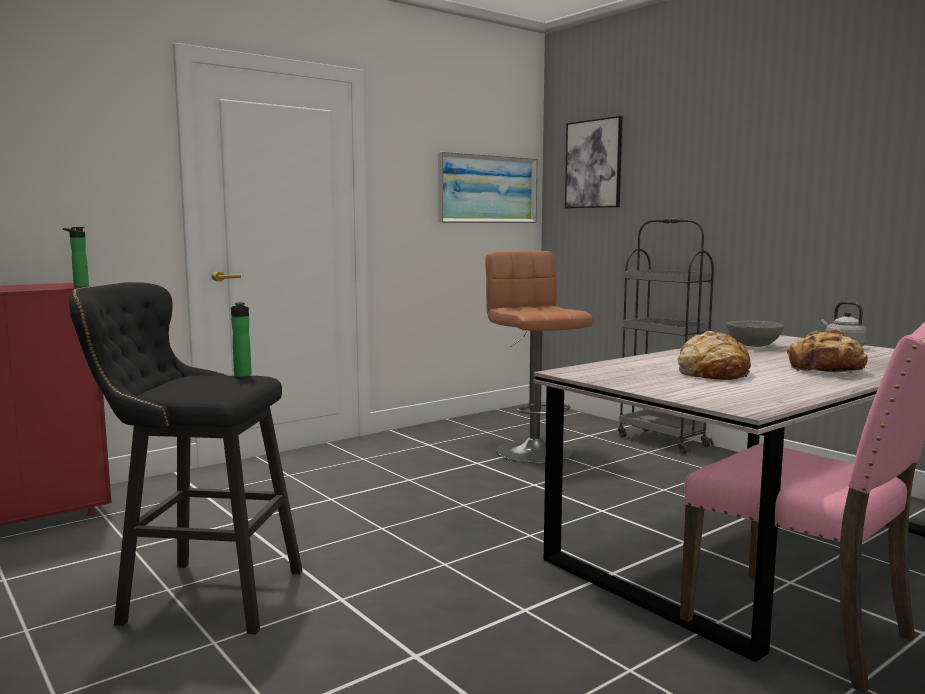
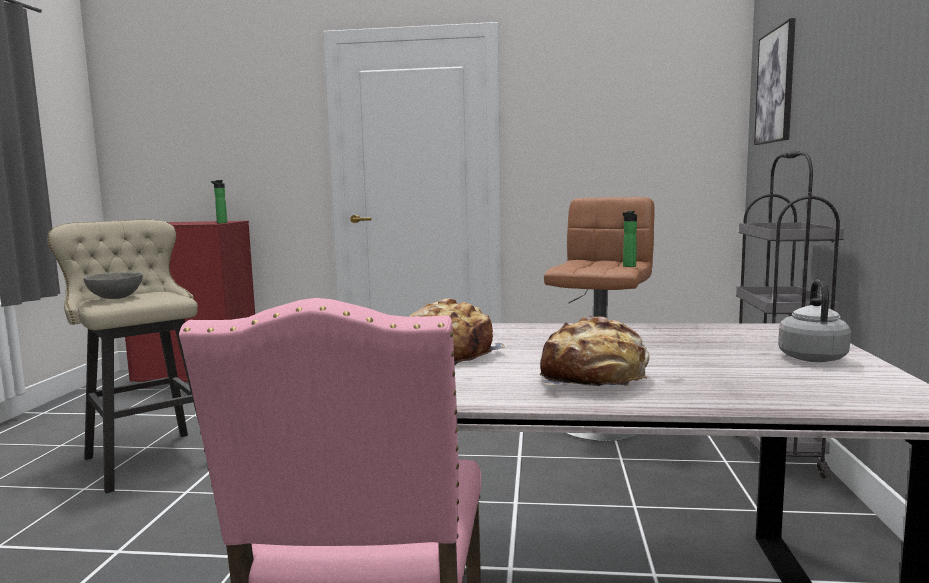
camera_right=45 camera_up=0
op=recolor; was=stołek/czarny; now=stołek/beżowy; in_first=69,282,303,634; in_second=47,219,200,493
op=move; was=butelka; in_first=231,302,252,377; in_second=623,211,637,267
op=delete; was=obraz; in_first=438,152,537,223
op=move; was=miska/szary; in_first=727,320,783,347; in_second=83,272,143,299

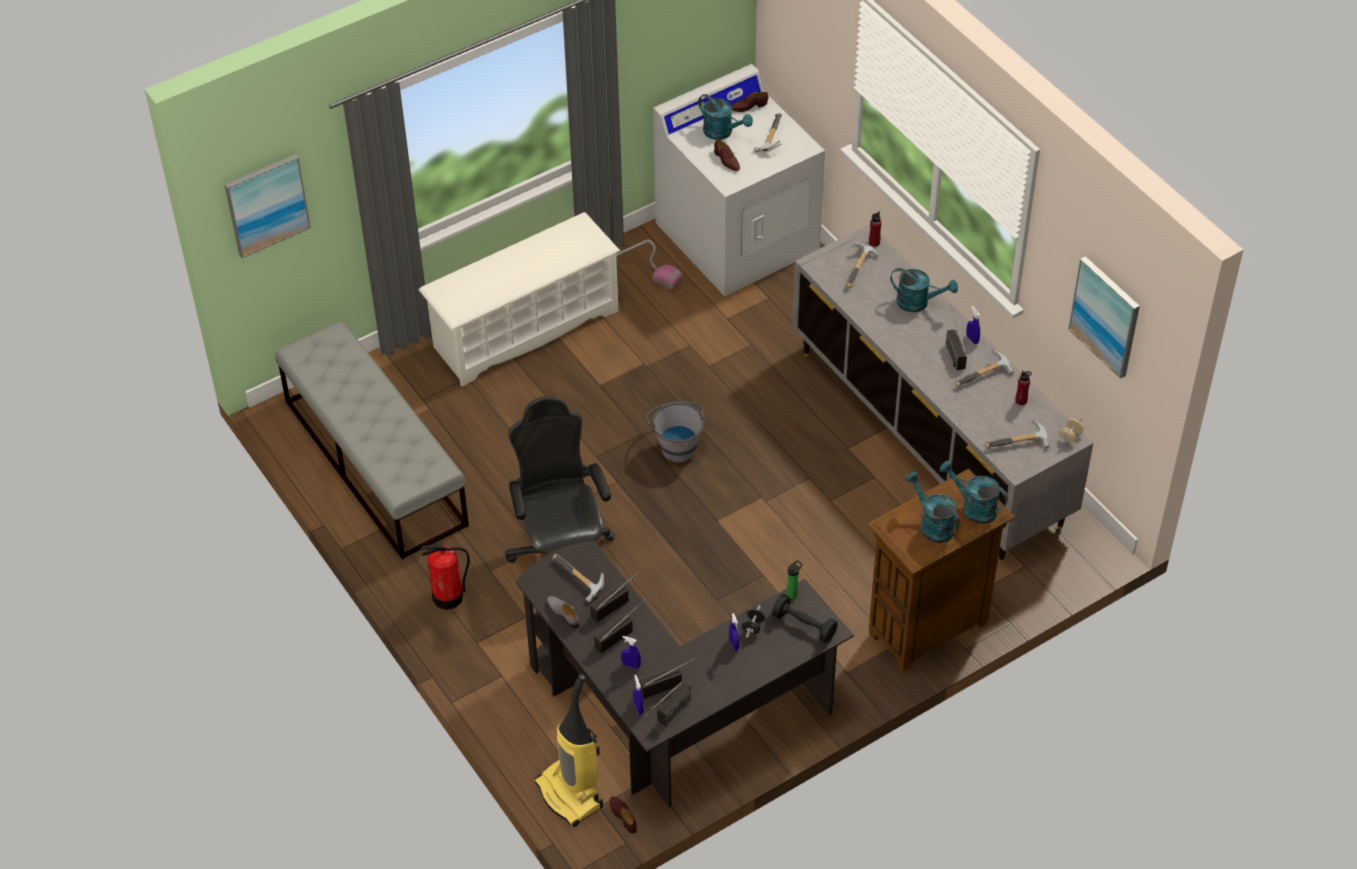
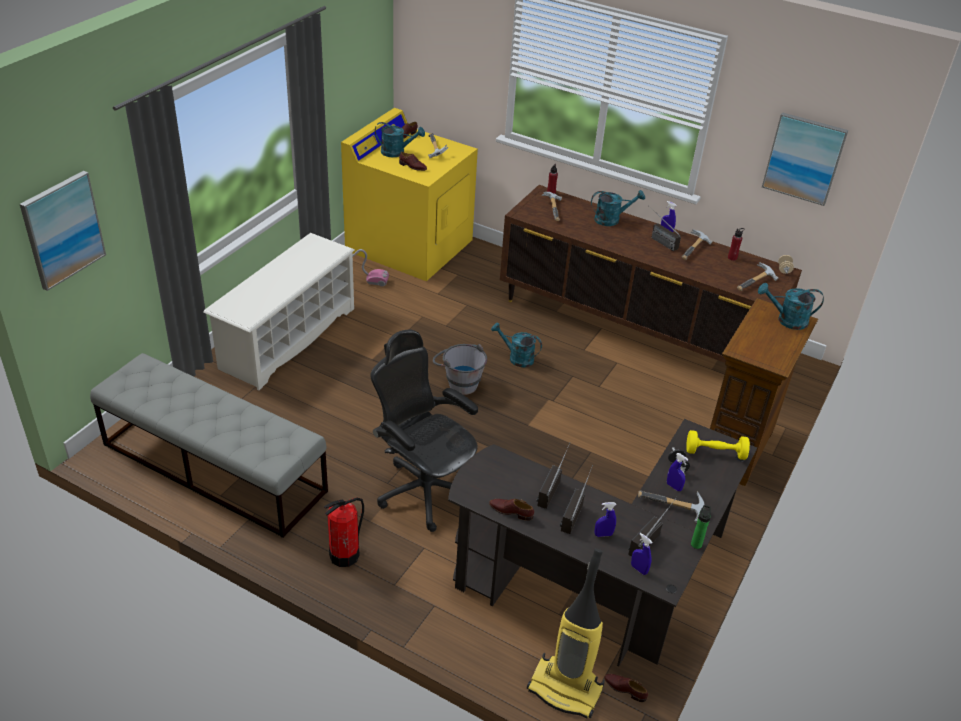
camera_right=-30 camera_up=-10
op=recolor; was=but/szary; now=but/brązowy; in_first=547,596,579,628; in_second=489,499,534,521
op=move; was=młotek; in_first=552,554,604,603; in_second=638,490,705,523
op=delete; was=radio; in_first=644,682,691,726
op=recolor; was=pralka/biały; now=pralka/żółty; in_first=653,64,825,296; in_second=341,108,478,281
op=recolor; was=hantel/czarny; now=hantel/żółty; in_first=772,594,838,643; in_second=686,430,750,460
op=move; was=butelka; in_first=787,560,803,599; in_second=691,505,711,549
op=recolor; was=szafka/szary; now=szafka/brązowy; in_first=792,225,1093,562; in_second=500,185,802,363
op=move; was=konewka/turkusowy; in_first=905,471,960,543; in_second=491,322,542,367

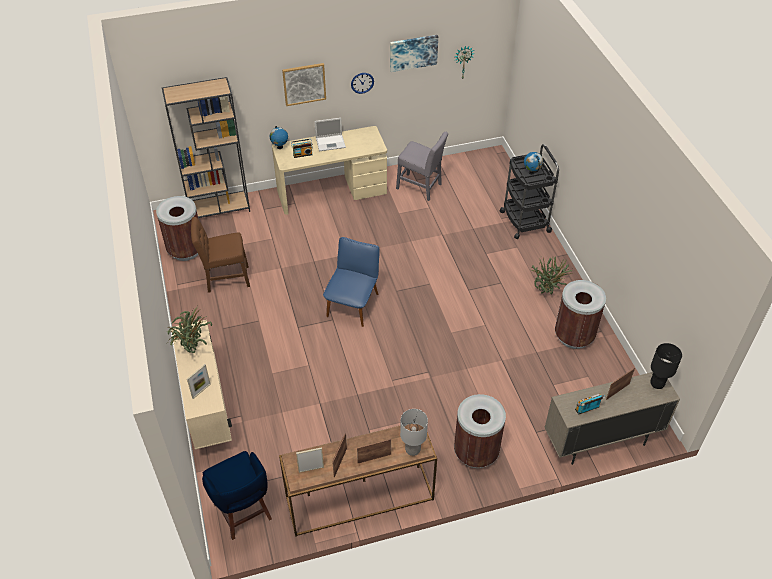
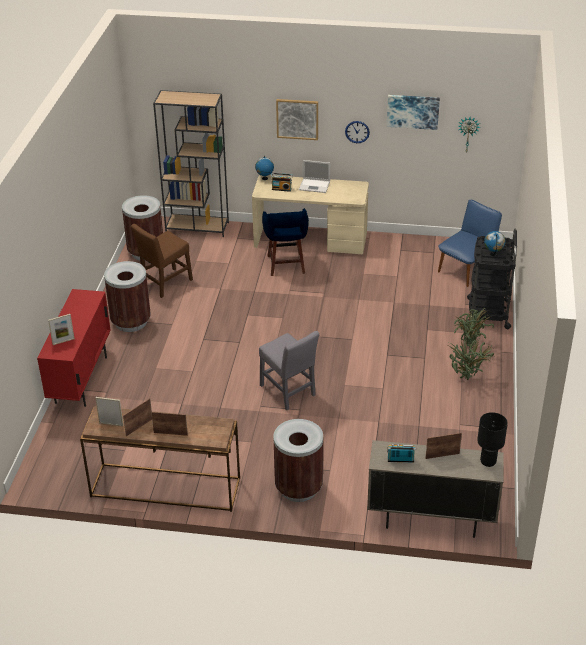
camera_right=25 camera_up=-10
op=move; was=roślina doniczkowa; in_first=166,305,212,353; in_second=453,307,494,348
op=recolor; was=szafka/beżowy; now=szafka/czerwony; in_first=172,320,232,449; in_second=37,289,111,407
op=rotate; was=krzesło/brązowy; in_first=191,217,250,293; in_second=131,224,193,298; clockwise=-60
op=move; was=stołek/niebieski; in_first=202,451,272,540; in_second=262,208,309,276
op=move; was=krzesło/niebieski; in_first=323,237,380,327; in_second=438,200,502,287
op=move; was=krzesło/szary; in_first=396,132,448,201; in_second=259,331,319,410
op=delete; was=lampa stołowa/szary; in_first=400,409,428,456
op=move; was=kosz na śmieci/brązowy; in_first=555,280,606,349; in_second=104,261,151,332

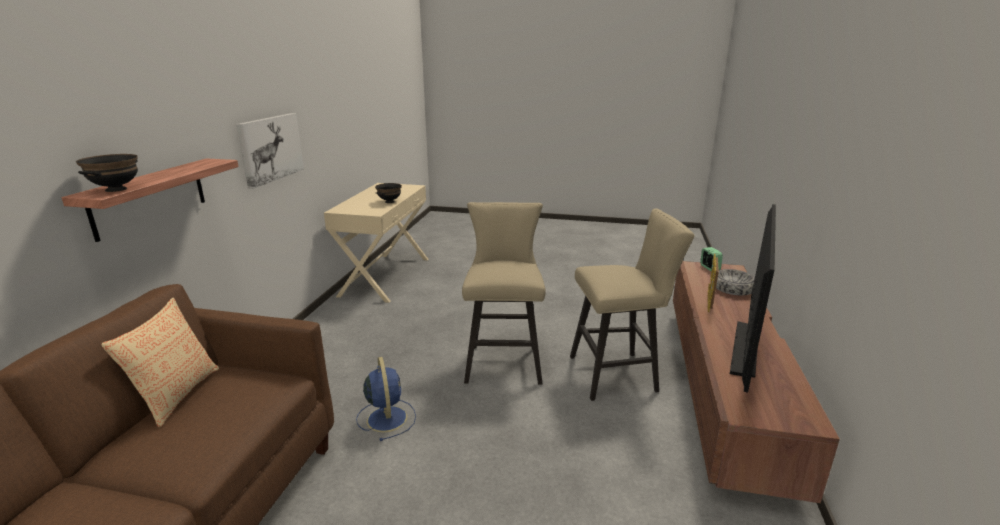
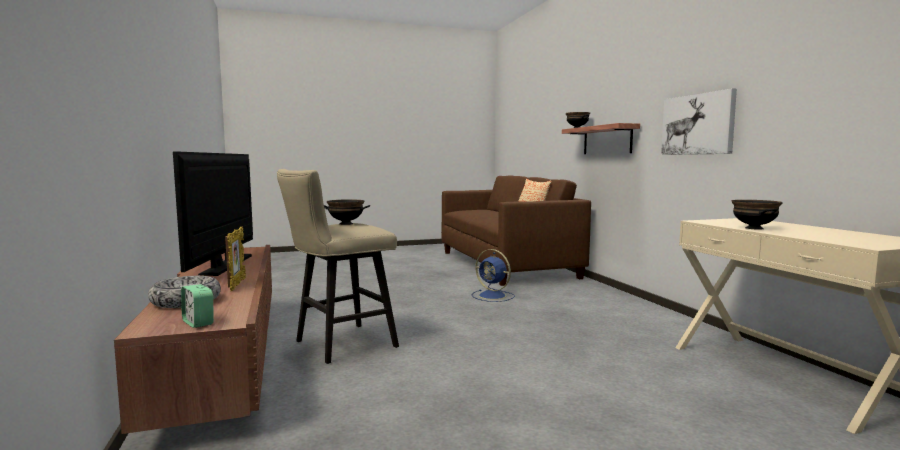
camera_right=150 camera_up=-15
op=delete; was=stołek/beżowy; in_first=462,202,546,385
op=insert; now=miska/czarny; in_second=324,199,370,225

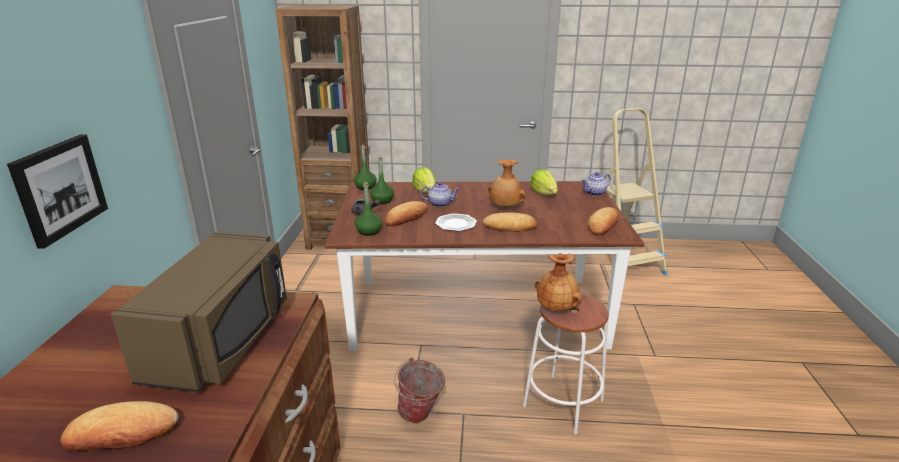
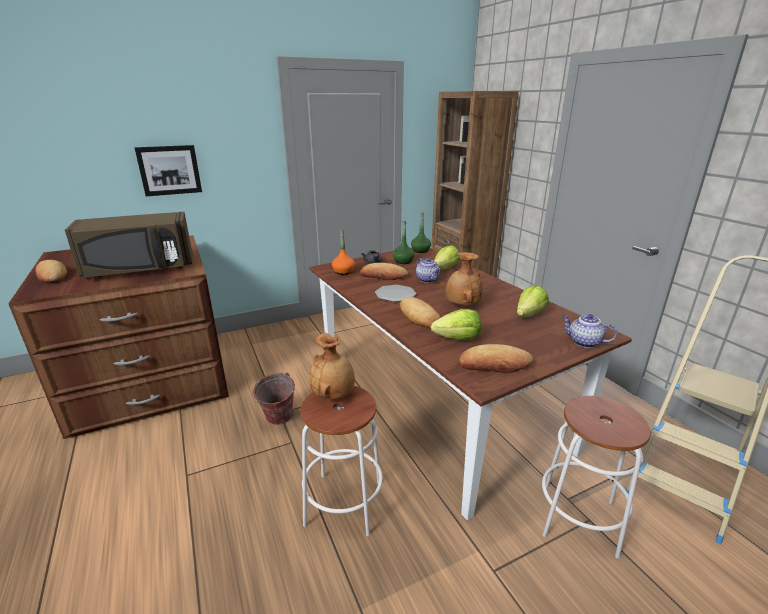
camera_right=60 camera_up=0
op=recolor; was=butelka/zielony; now=butelka/pomarańczowy; in_first=355,182,382,236; in_second=332,229,355,275
op=insert; now=sałata; in_second=430,309,481,340
op=insert; now=stołek/biały; in_second=542,396,651,559

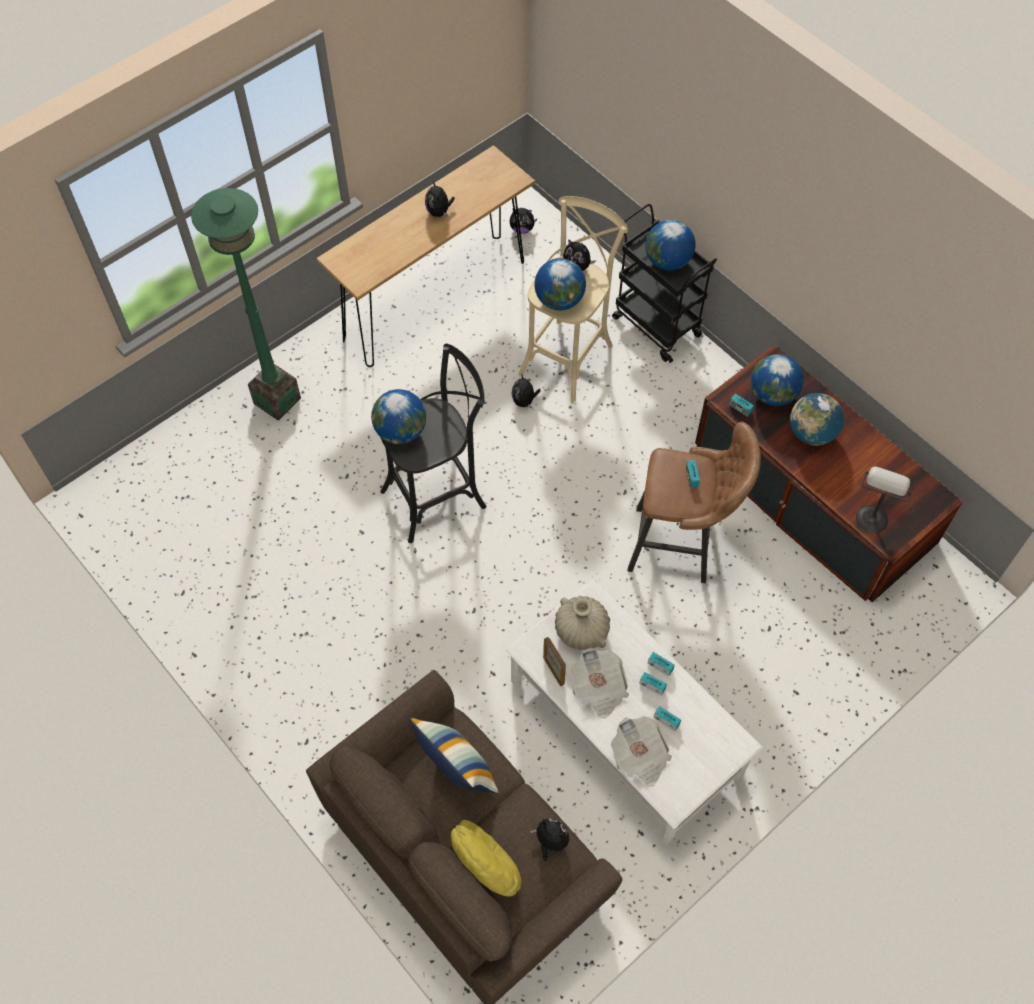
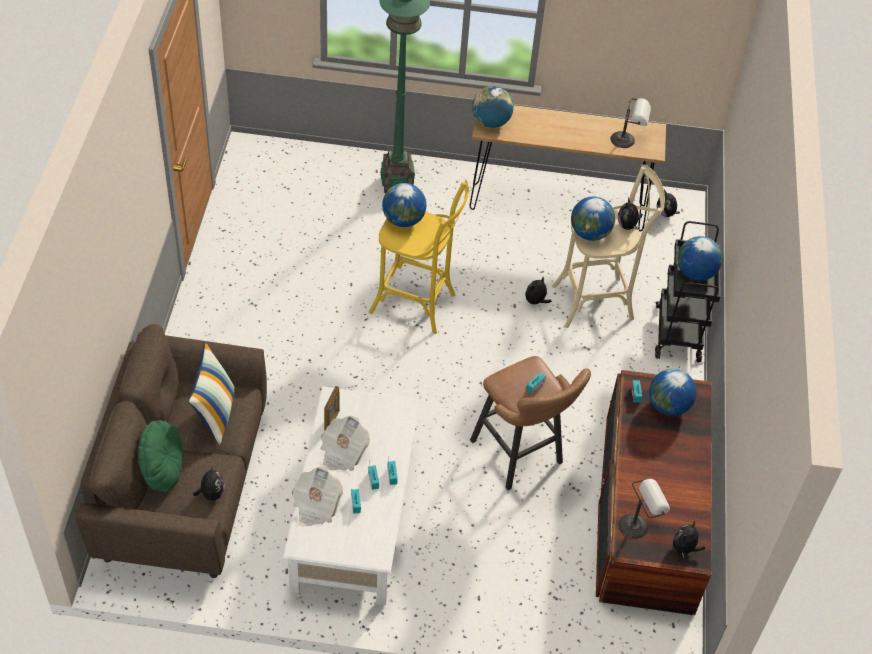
camera_right=45 camera_up=-10
op=recolor; was=stołek/czarny; now=stołek/żółty; in_first=380,344,486,543; in_second=369,180,469,334
op=move; was=pluszak; in_first=425,181,455,217; in_second=673,521,705,558
op=recolor; was=poduszka/żółty; now=poduszka/zielony; in_first=451,820,522,897; in_second=138,420,183,492
op=delete; was=wazon/beżowy; in_first=555,596,610,650
op=move; was=globus; in_first=790,393,844,446; in_second=472,86,514,128
op=insert; now=lampa stołowa; in_second=610,98,651,148

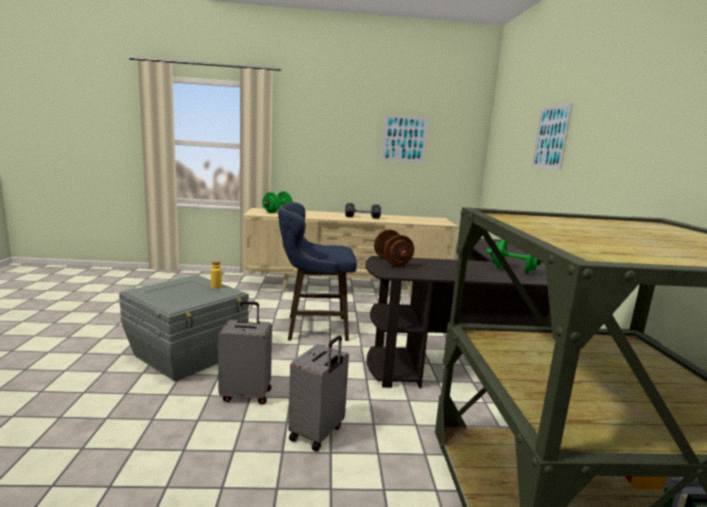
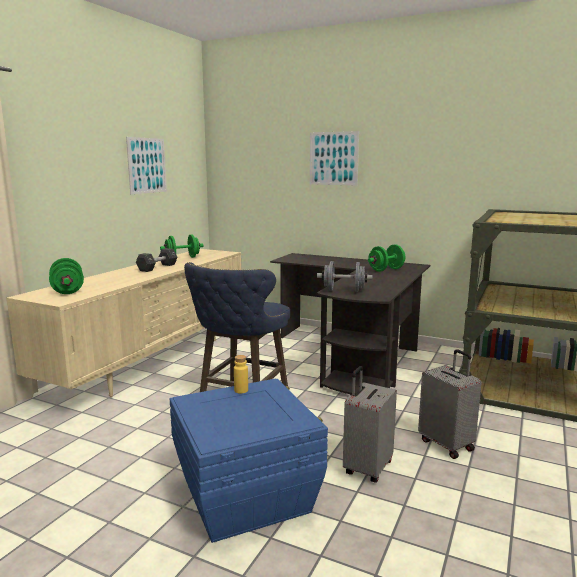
camera_right=-60 camera_up=0
op=recolor; was=pojemnik do przechowywania/szary; now=pojemnik do przechowywania/niebieski; in_first=119,275,249,381; in_second=170,379,328,543
op=recolor; was=hantel/brązowy; now=hantel/szary; in_first=374,229,414,266; in_second=317,261,372,292
op=insert; now=hantel/zielony; in_second=160,235,203,258

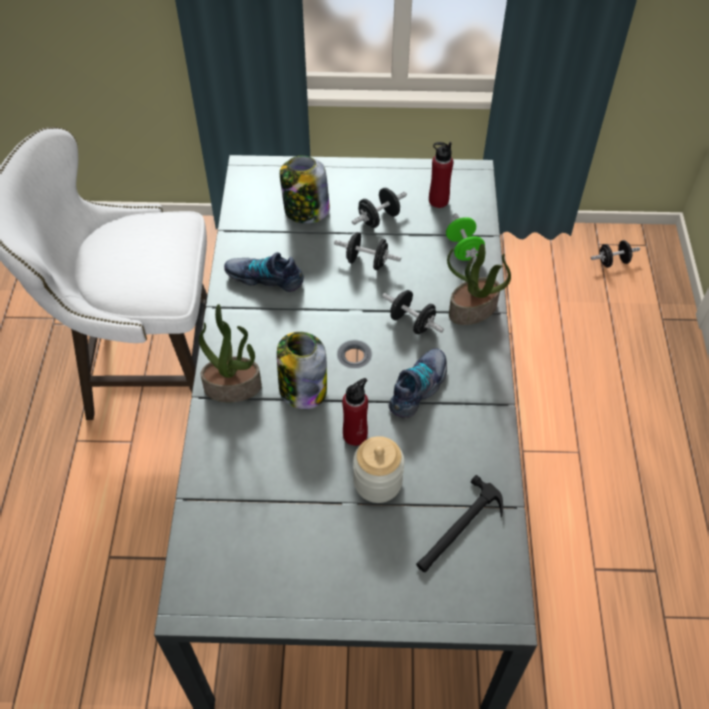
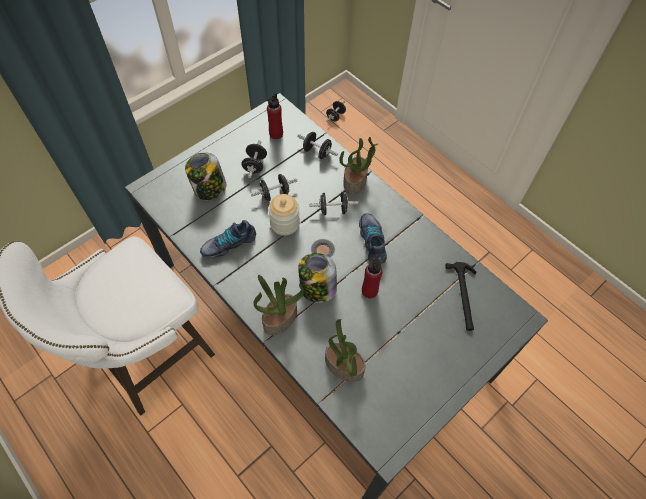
camera_right=-45 camera_up=5
op=move; was=słoik; in_first=353,436,404,503; in_second=268,194,300,235
op=recolor; was=hantel/zielony; now=hantel/czarny; in_first=446,213,485,263; in_second=297,132,338,159
op=insert; now=roślina doniczkowa; in_second=325,319,366,382

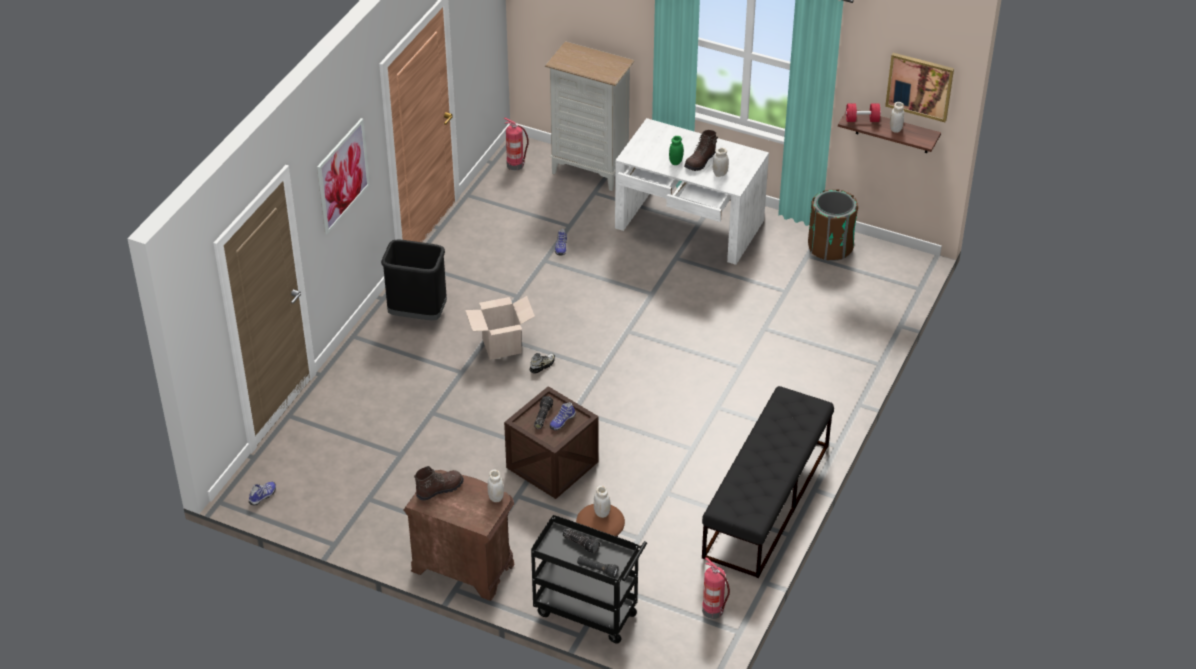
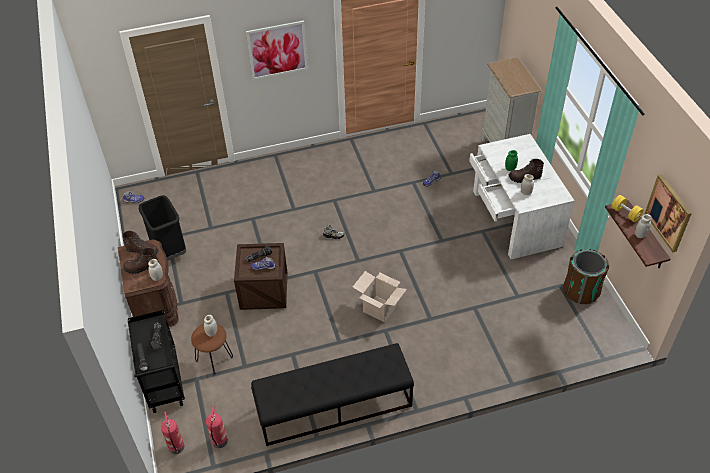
camera_right=50 camera_up=5
op=move; was=kosz na śmieci/czarny; in_first=381,240,447,320; in_second=139,195,186,260
op=move; was=karton; in_first=465,296,535,360; in_second=353,271,407,323
op=move; was=gaśnica; in_first=503,118,529,171; in_second=161,411,184,454
op=recolor; was=hantel/czerwony; now=hantel/żółty; in_first=846,104,881,122; in_second=611,195,644,222
op=insert; now=but z cholewką/brązowy; in_second=123,248,159,274

